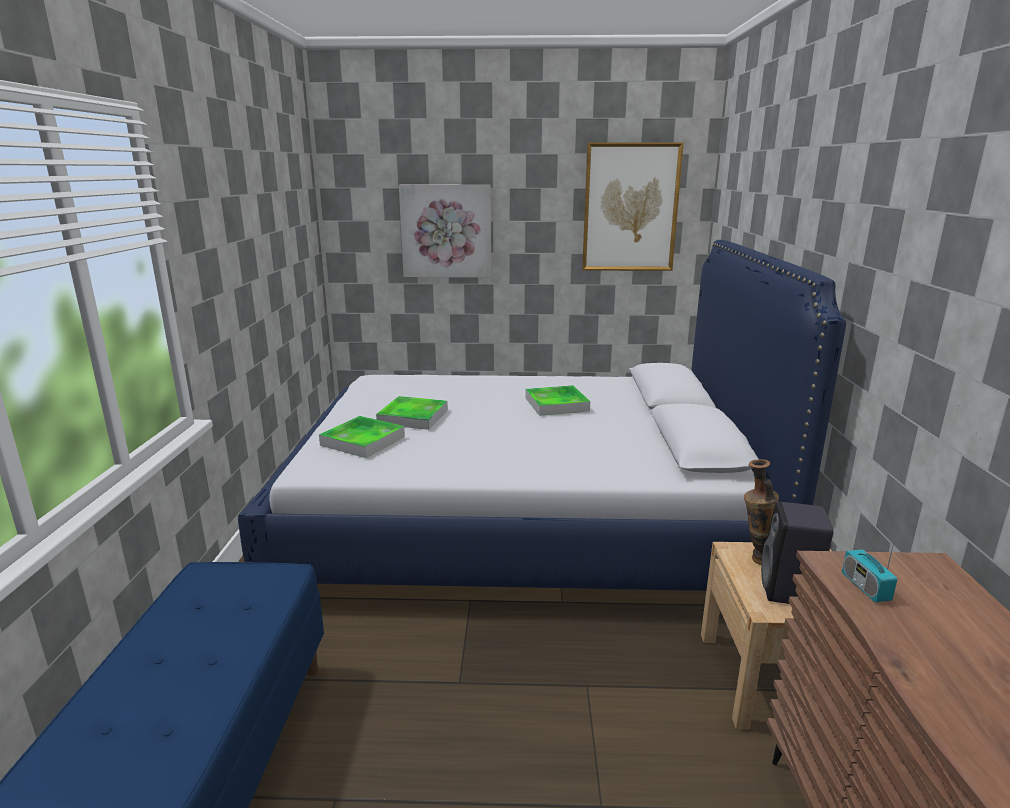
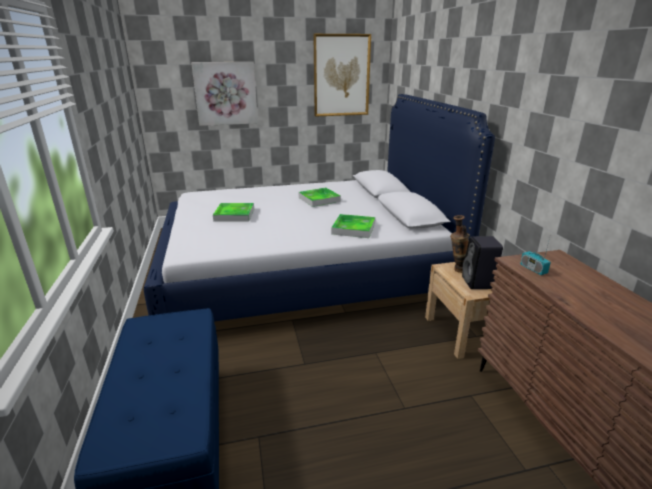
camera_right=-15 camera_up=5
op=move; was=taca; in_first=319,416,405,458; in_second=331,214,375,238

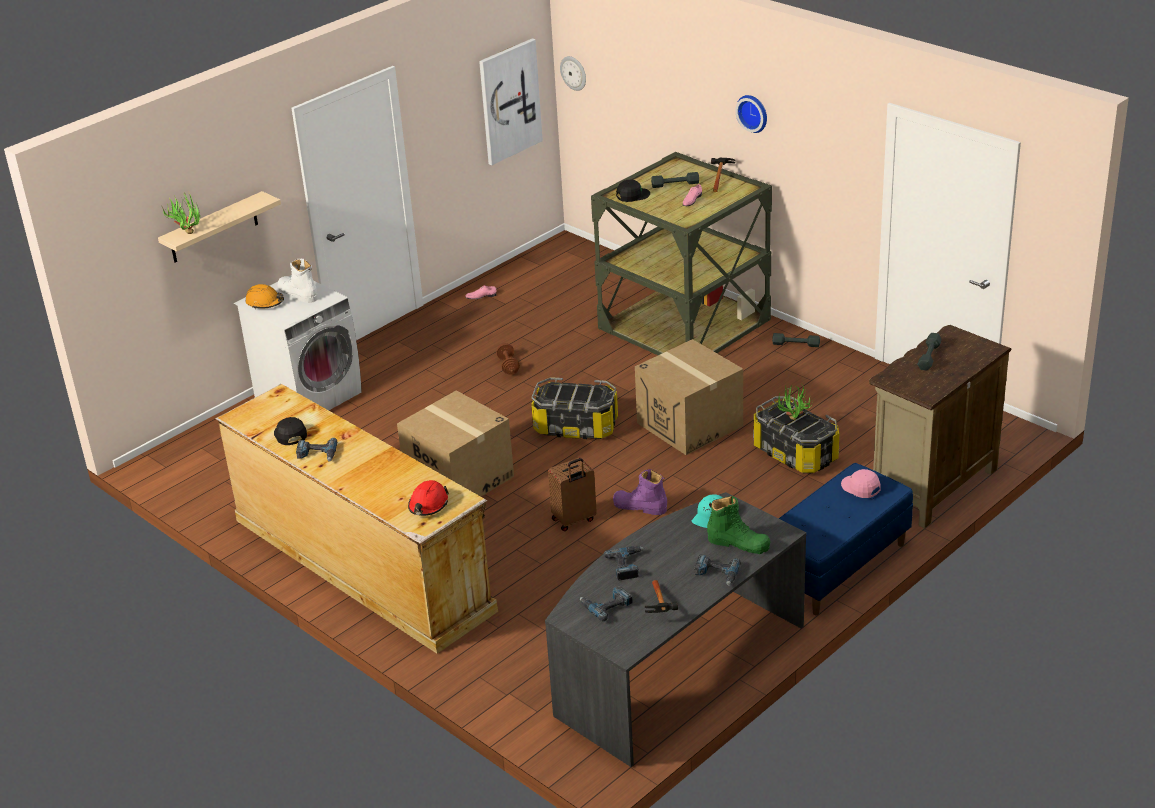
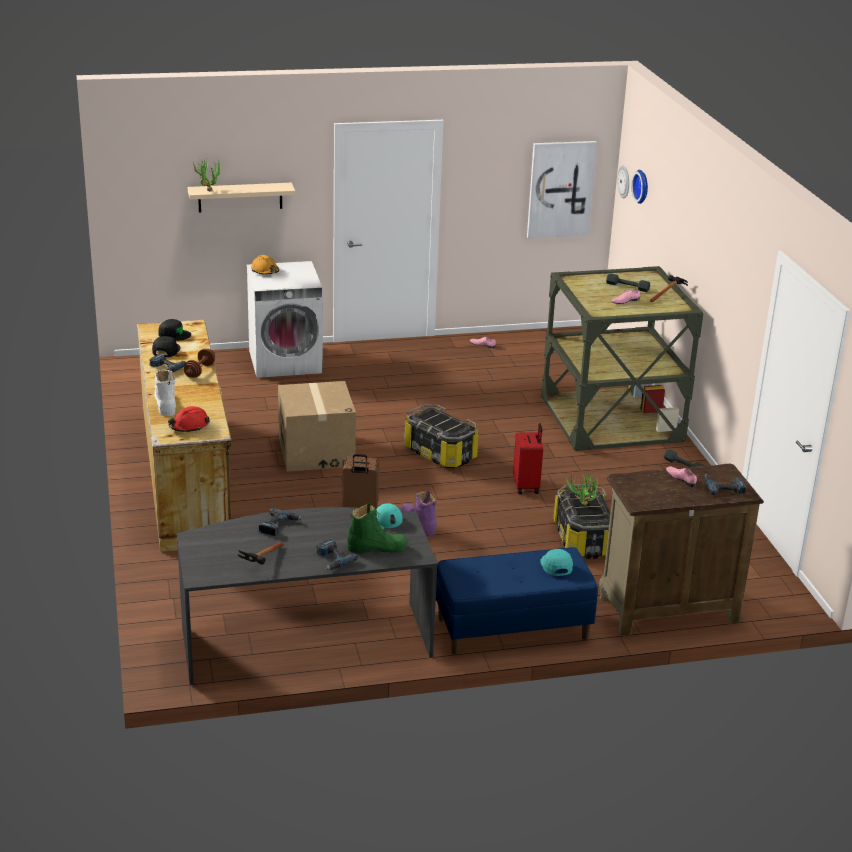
camera_right=30 camera_up=-5
op=move; was=but z cholewką/biały; in_first=277,259,318,303; in_second=154,370,176,416
op=move; was=hantel/brązowy; in_first=496,343,520,375; in_second=184,349,215,378
op=move; was=wiertarka; in_first=580,586,633,621; in_second=704,474,746,495
op=move; was=czapka z daszkiem/czarny; in_first=616,180,650,202; in_second=159,319,191,341
op=replace; was=karton; now=walizka/czerwony; in_first=635,339,743,455; in_second=513,423,543,494
op=rotate; was=but z cholewką/zielony; in_first=707,496,770,554; in_second=347,504,407,553; clockwise=-60
op=move; was=zegar ścienny; in_first=735,95,767,133; in_second=631,170,648,204
op=recolor; was=czapka z daszkiem/różowy; now=czapka z daszkiem/turkusowy; in_first=841,469,881,498; in_second=540,549,573,576
op=replace; was=hantel/szary; now=but/różowy; in_first=917,333,942,370; in_second=666,466,697,487

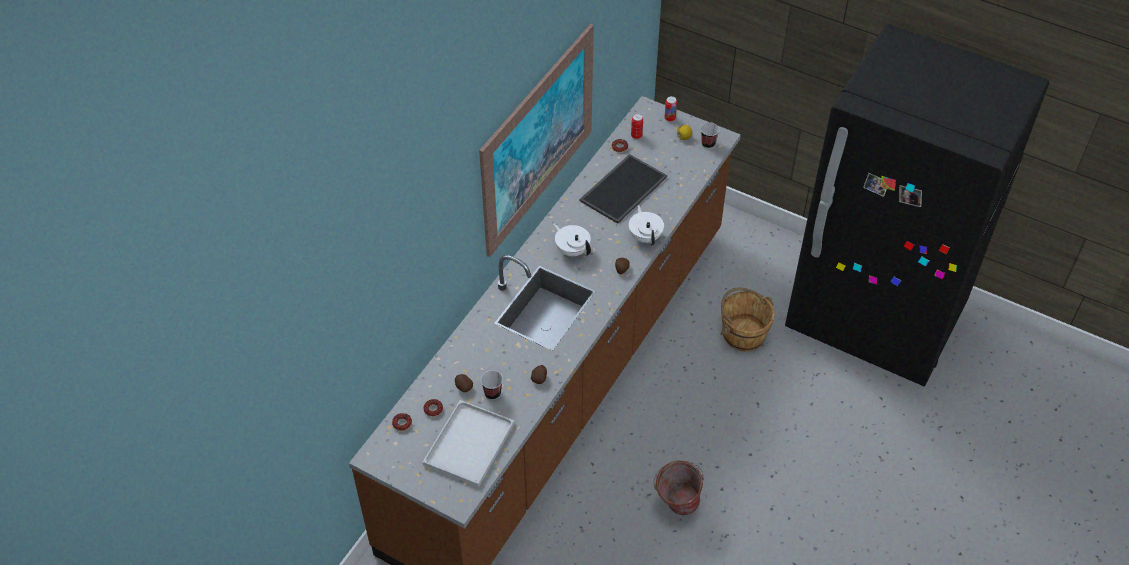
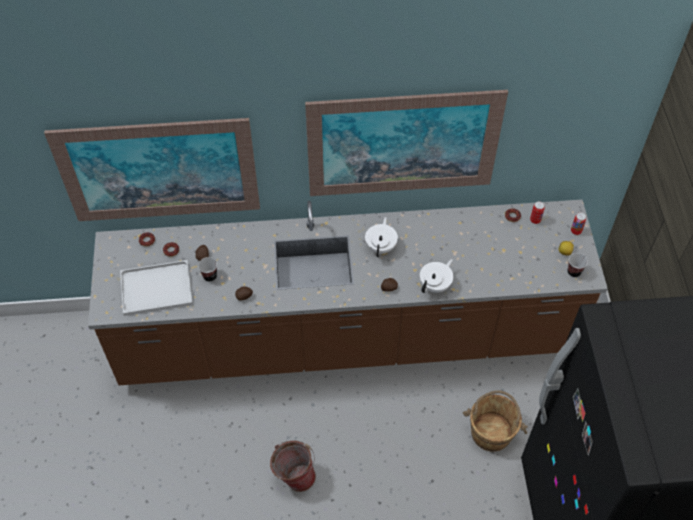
camera_right=55 camera_up=5
op=delete; was=taca; in_first=579,154,667,224
op=insert; now=obraz; in_second=44,118,260,221

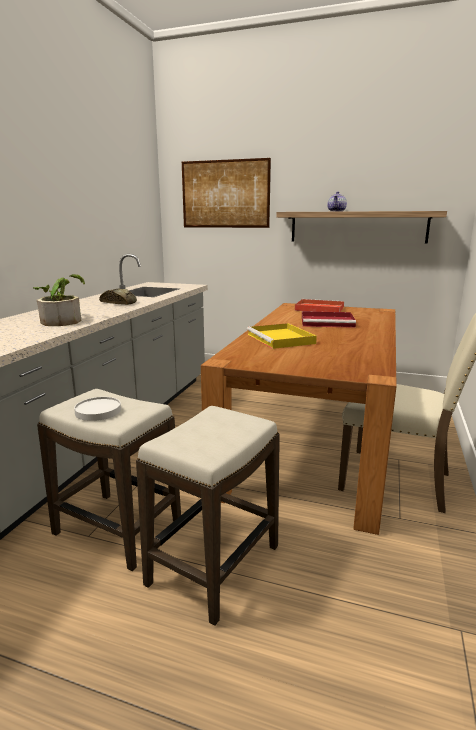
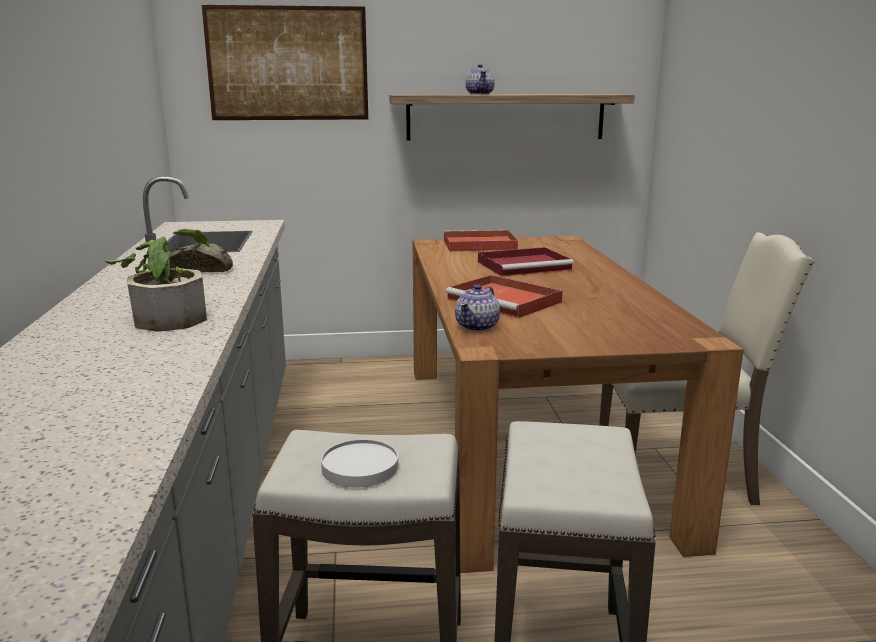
camera_right=-25 camera_up=0
op=recolor; was=taca/żółty; now=taca/czerwony; in_first=247,323,317,349; in_second=445,275,563,319
op=insert; now=imbryk; in_second=455,284,500,332

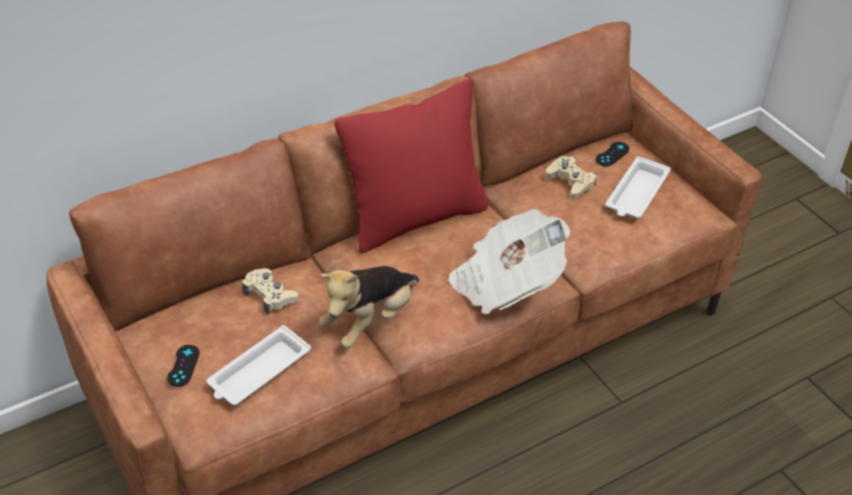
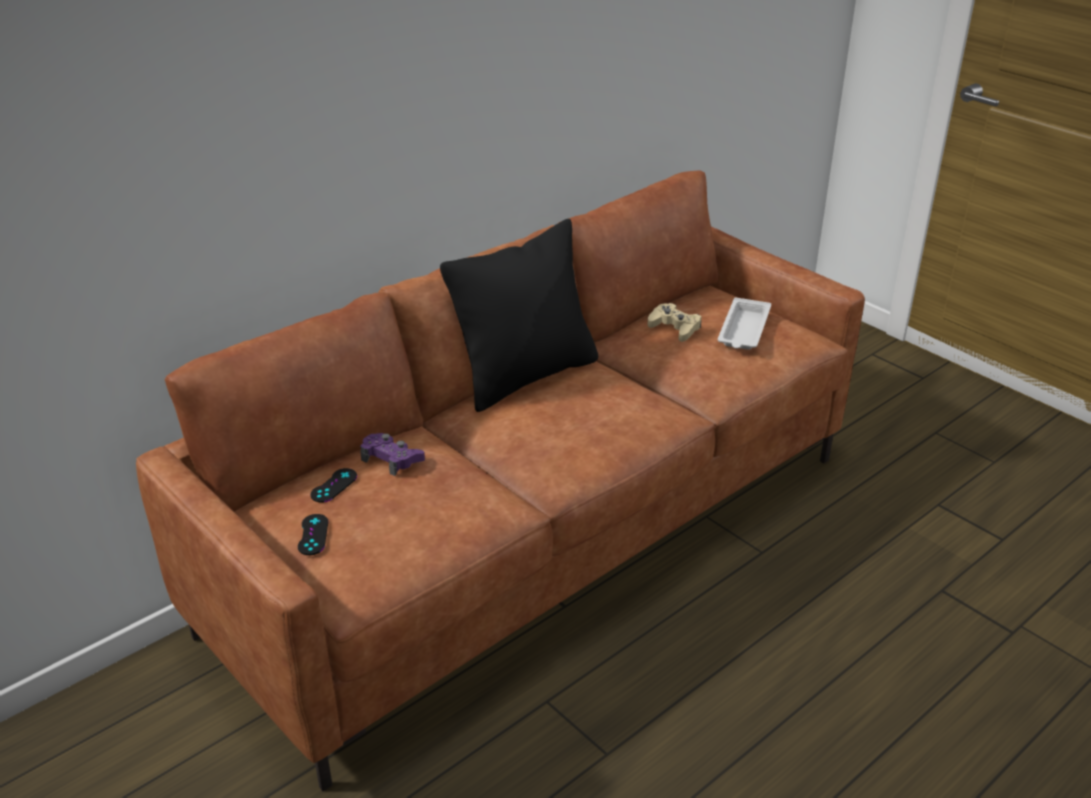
camera_right=-10 camera_up=-10
op=delete; was=taca/biały; in_first=207,325,311,405
op=recolor; was=pad do gier/beżowy; now=pad do gier/fioletowy; in_first=242,268,299,315; in_second=360,433,425,476
op=delete; was=pluszak; in_first=319,266,419,348
op=recolor; was=poduszka/czerwony; now=poduszka/czarny; in_first=335,79,488,252; in_second=440,219,598,412
op=delete; was=gazeta; in_first=449,209,571,315
op=move; was=pad do gier/czarny; in_first=596,142,629,166; in_second=311,468,357,503

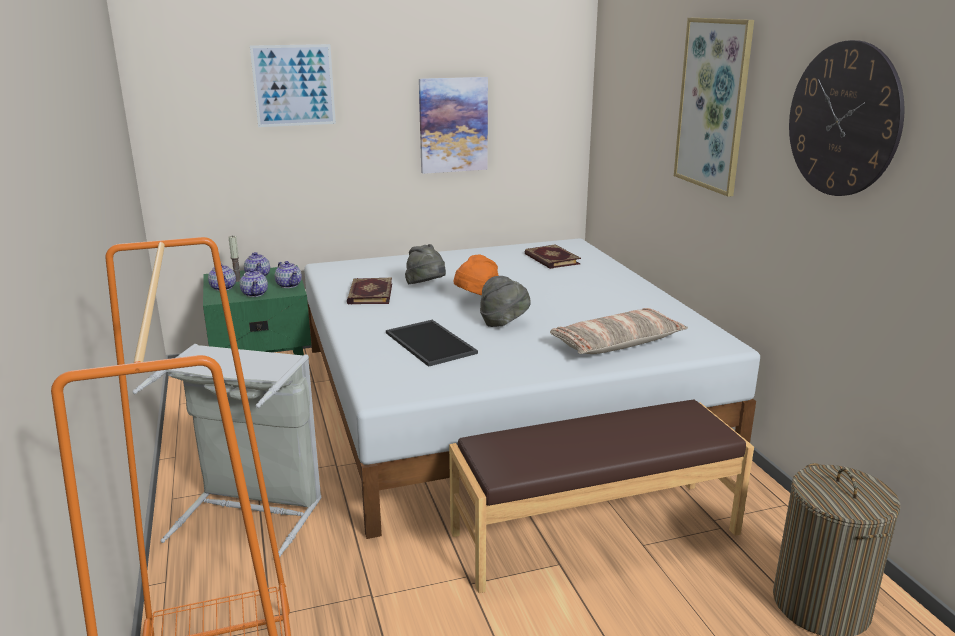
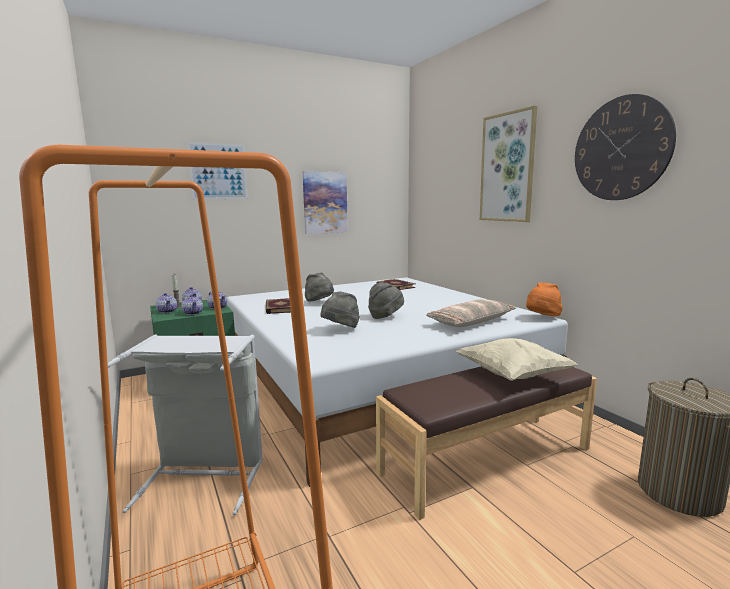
camera_right=-10 camera_up=-10
op=replace; was=taca; now=kapelusz/szary; in_first=386,320,478,367; in_second=320,292,360,328
op=move; was=kapelusz/pomarańczowy; in_first=454,254,499,296; in_second=526,283,562,316
op=insert; now=poduszka/beżowy; in_second=456,338,578,381

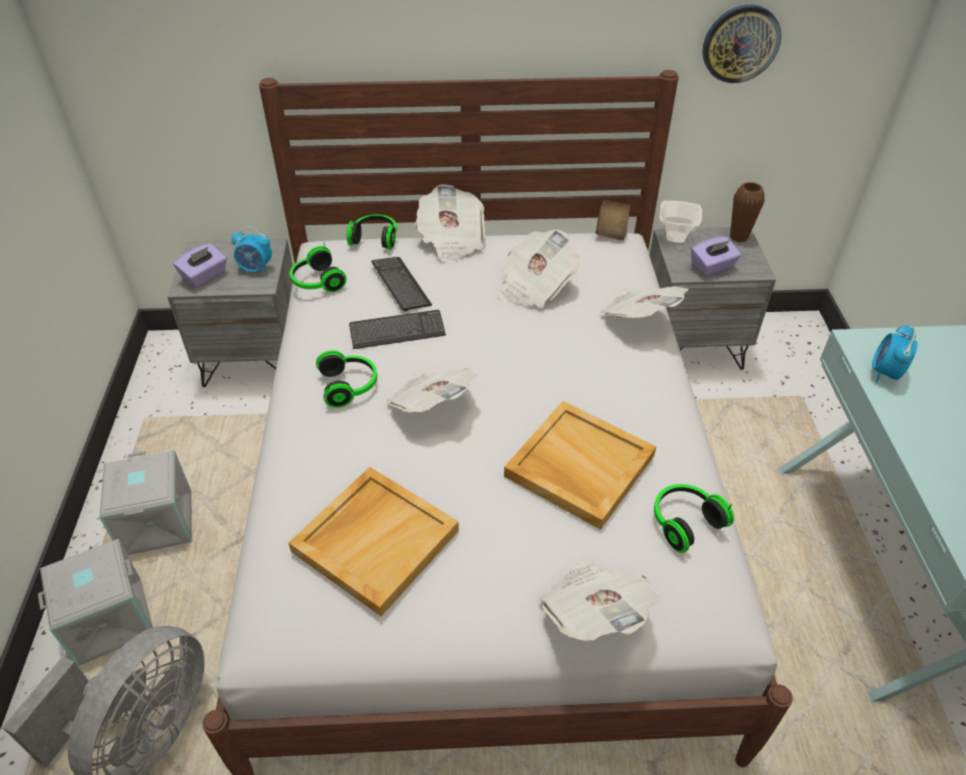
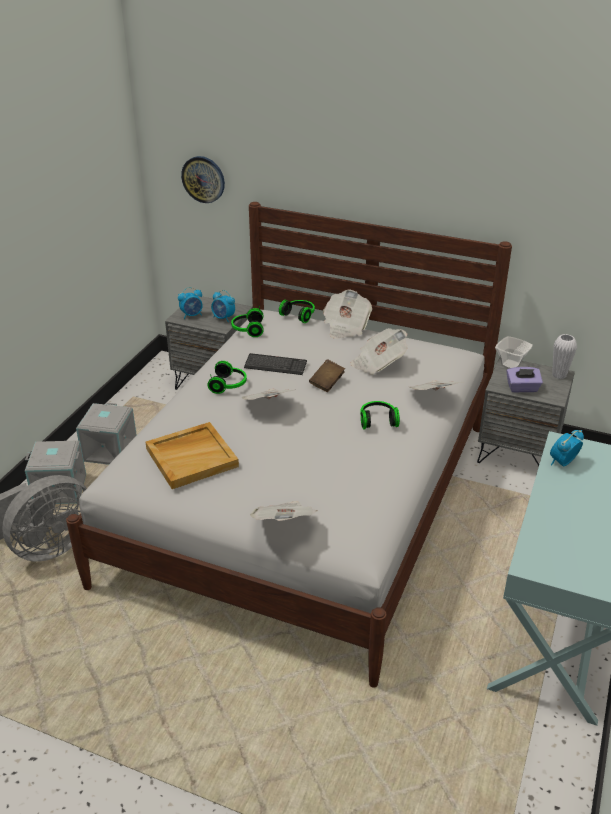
camera_right=25 camera_up=-10
op=replace; was=pudełko chusteczek/fioletowy; now=budzik; in_first=173,243,227,288; in_second=178,287,202,319
op=delete; was=klawiatura; in_first=372,257,432,312
op=delete; was=taca/beżowy; in_first=504,401,656,530
op=move; was=książka/brązowy; in_first=596,199,630,240; in_second=309,359,345,392
op=move; was=słuchawki; in_first=654,484,734,553; in_second=360,401,400,430
op=move; was=zegar ścienny; in_first=702,5,781,83; in_second=181,156,225,203
op=recolor; was=wazon/brązowy; now=wazon/biały; in_first=730,182,765,242; in_second=552,334,577,379

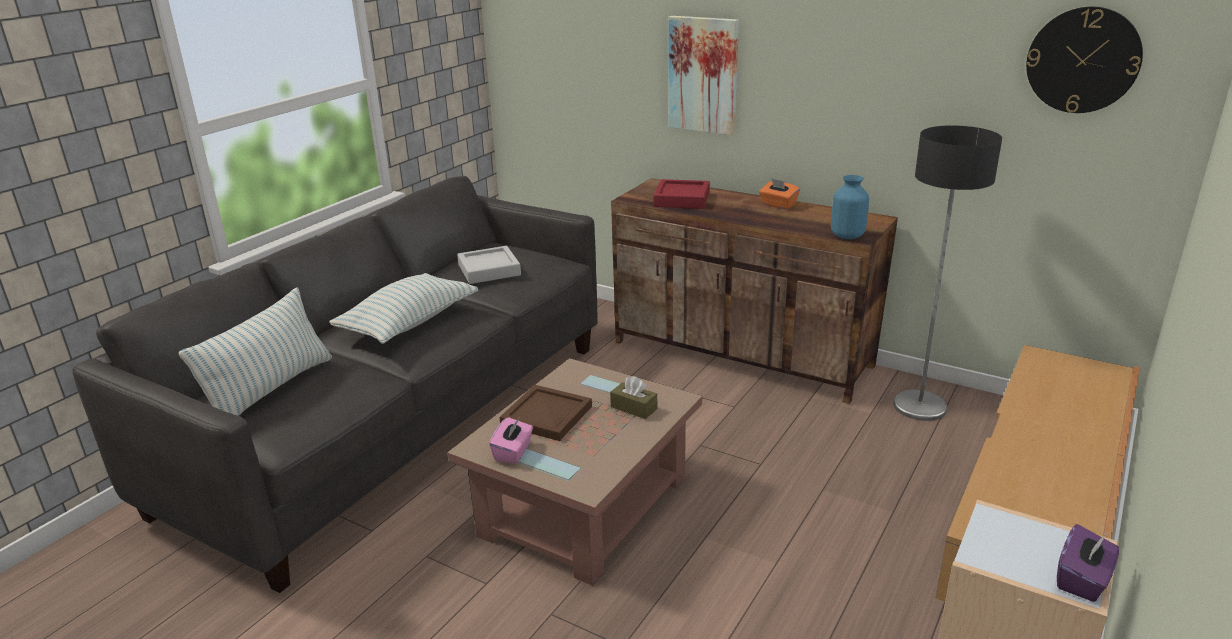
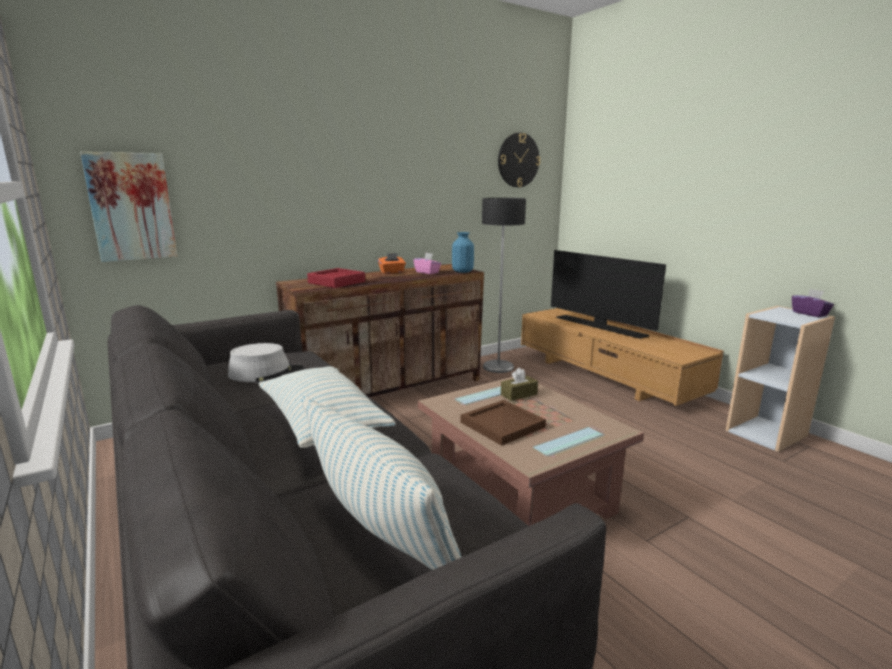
camera_right=-65 camera_up=-10
op=replace; was=taca/szary; now=kapelusz/szary; in_first=457,246,521,284; in_second=228,343,304,383
op=move; was=pudełko chusteczek/różowy; in_first=489,417,533,464; in_second=413,253,441,274
op=move; was=obraz; in_first=668,16,739,135; in_second=80,152,177,262
op=insert; now=telewizor; in_second=551,250,666,339

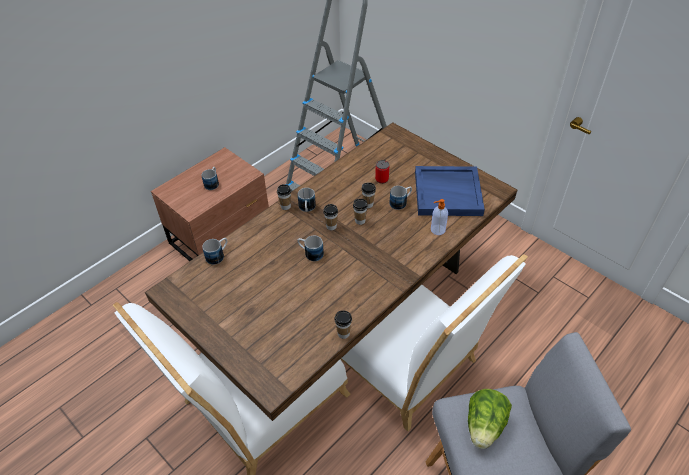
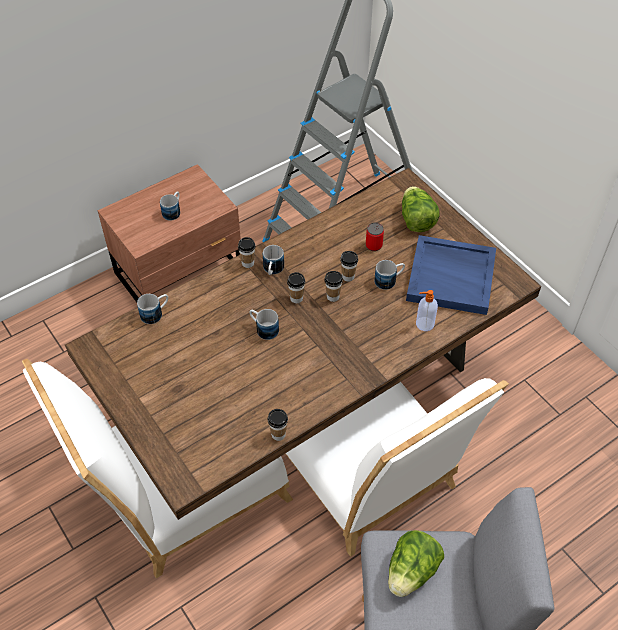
camera_right=10 camera_up=5
op=insert; now=sałata; in_second=402,186,440,232

